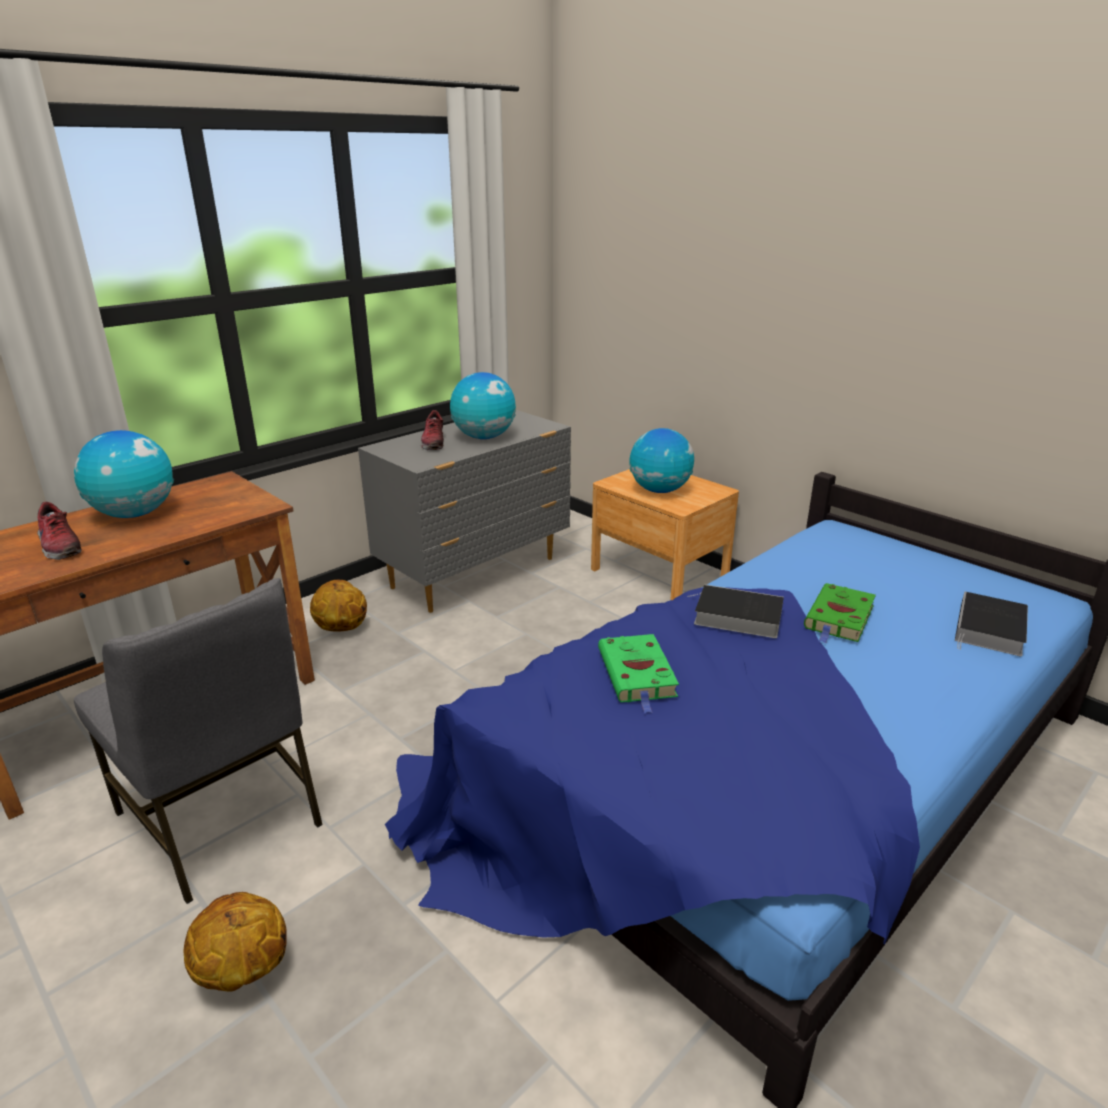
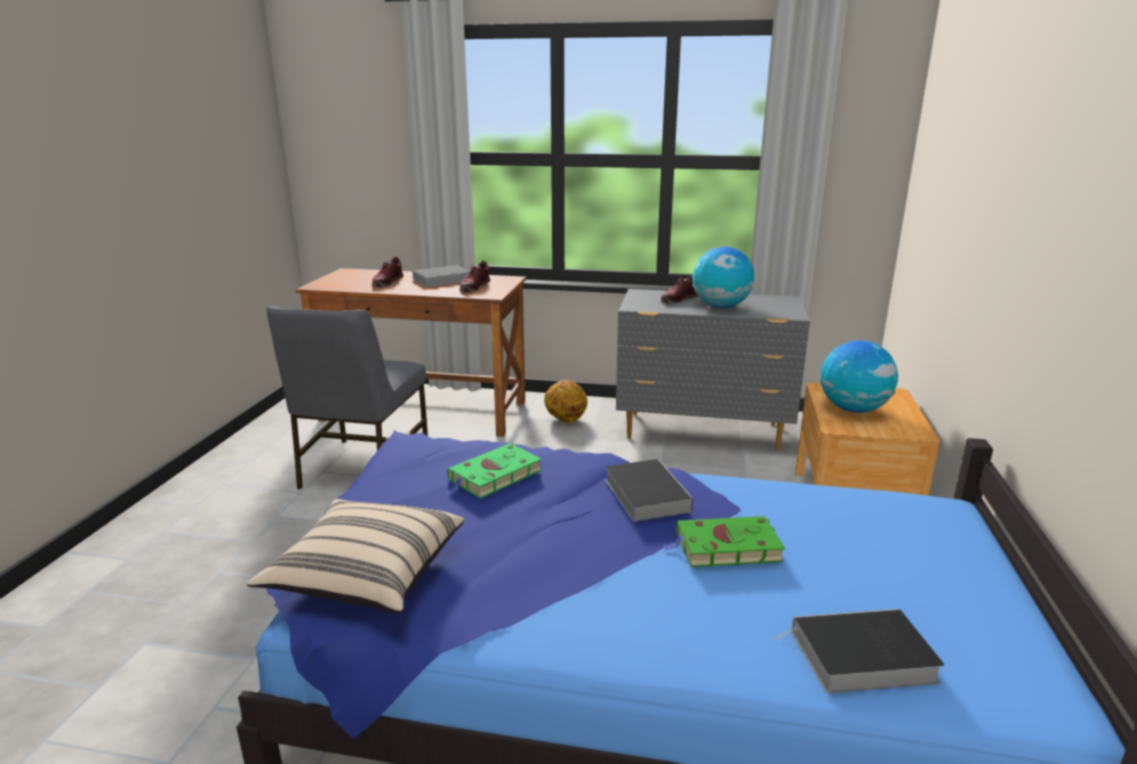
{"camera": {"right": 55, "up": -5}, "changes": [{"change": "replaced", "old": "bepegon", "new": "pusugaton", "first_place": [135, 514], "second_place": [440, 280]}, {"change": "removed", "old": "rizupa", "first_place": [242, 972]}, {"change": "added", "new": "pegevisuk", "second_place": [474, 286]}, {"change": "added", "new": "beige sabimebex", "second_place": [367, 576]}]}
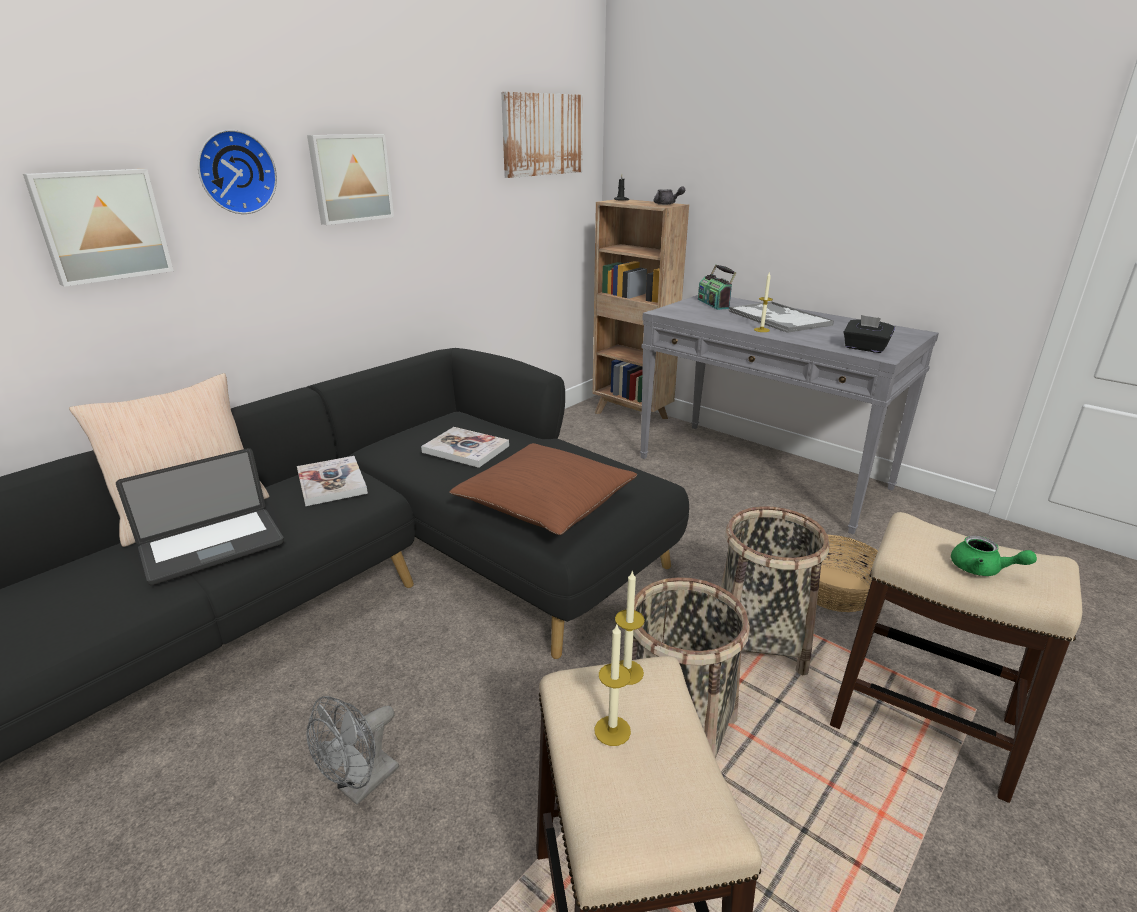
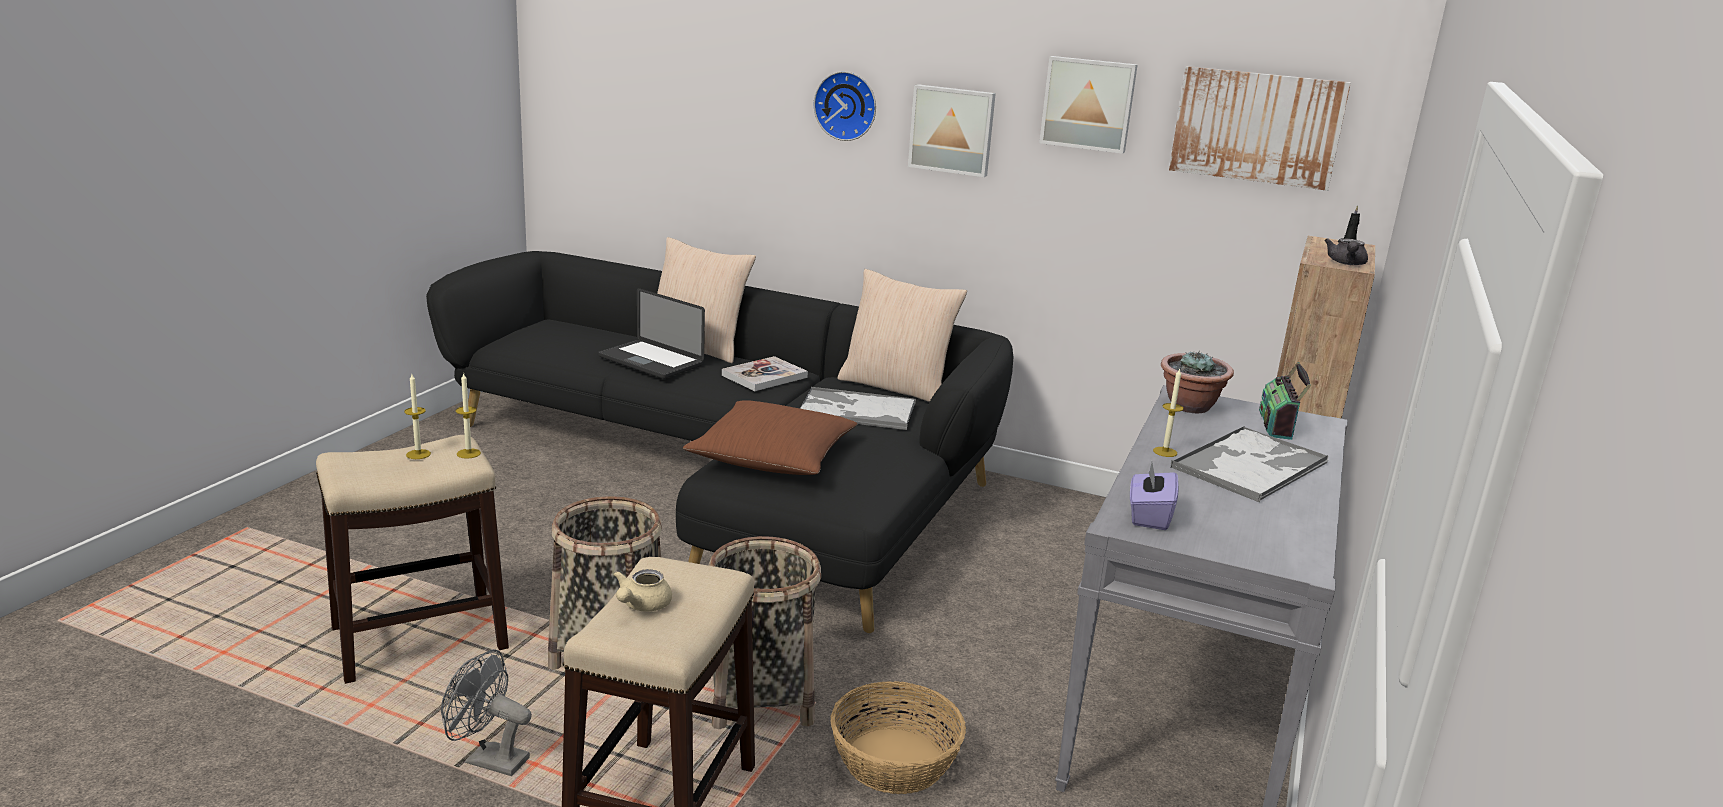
{"camera": {"right": 70, "up": -5}, "changes": [{"change": "moved", "old": "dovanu", "first_place": [101, 225], "second_place": [1088, 104]}, {"change": "turned", "old": "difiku", "first_place": [714, 304], "second_place": [1278, 425], "degrees": -45}, {"change": "recoloured", "old": "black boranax", "new": "purple boranax", "first_place": [865, 348], "second_place": [1149, 516]}, {"change": "replaced", "old": "pusugaton", "new": "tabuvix", "first_place": [466, 449], "second_place": [856, 410]}, {"change": "recoloured", "old": "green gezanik", "new": "beige gezanik", "first_place": [982, 569], "second_place": [641, 605]}, {"change": "moved", "old": "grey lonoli", "first_place": [361, 786], "second_place": [488, 760]}, {"change": "added", "new": "beige sabimebex", "second_place": [896, 387]}, {"change": "added", "new": "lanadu", "second_place": [1190, 407]}]}
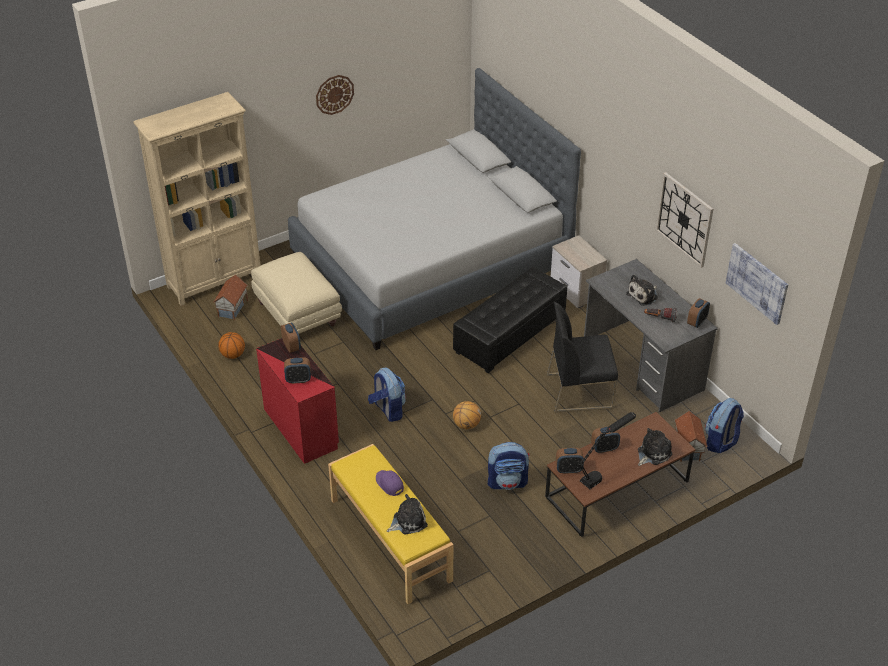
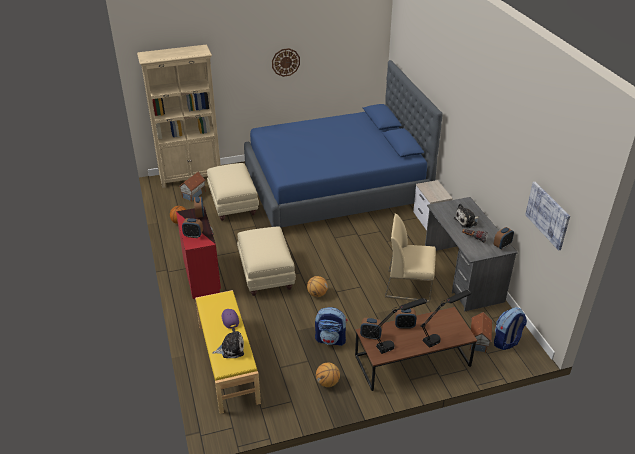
{"camera": {"right": 15, "up": -5}, "changes": [{"change": "recoloured", "old": "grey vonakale", "new": "blue vonakale", "first_place": [431, 262], "second_place": [335, 187]}, {"change": "removed", "old": "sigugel", "first_place": [684, 219]}, {"change": "removed", "old": "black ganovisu", "first_place": [509, 334]}, {"change": "recoloured", "old": "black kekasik", "new": "beige kekasik", "first_place": [580, 391], "second_place": [409, 286]}, {"change": "replaced", "old": "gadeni", "new": "beige ganovisu", "first_place": [388, 410], "second_place": [266, 274]}, {"change": "replaced", "old": "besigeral", "new": "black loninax", "first_place": [652, 453], "second_place": [441, 336]}, {"change": "added", "new": "rizupa", "second_place": [327, 382]}]}
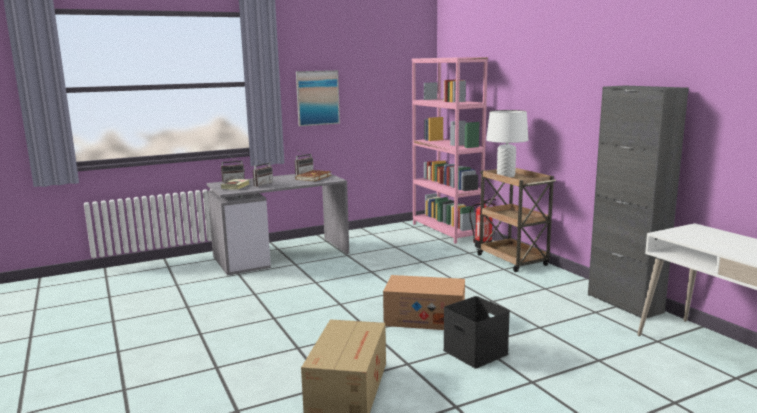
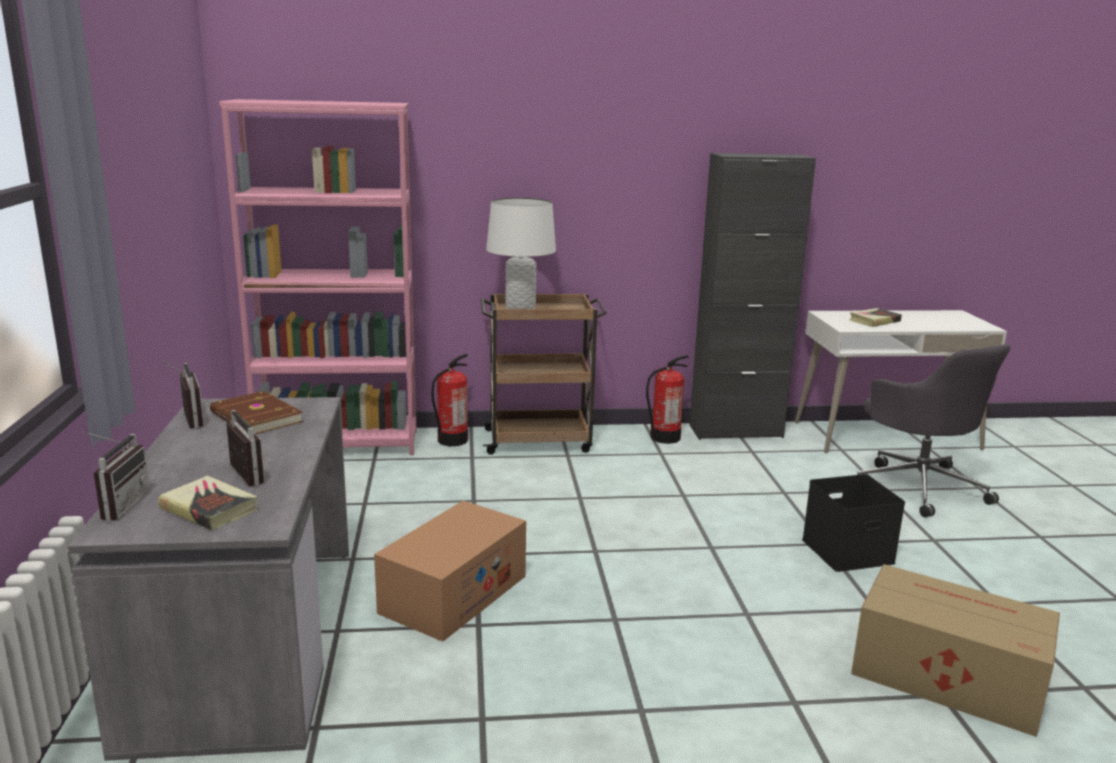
{"camera": {"right": -70, "up": 5}, "changes": [{"change": "removed", "old": "dovanu", "first_place": [317, 98]}, {"change": "moved", "old": "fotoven", "first_place": [425, 318], "second_place": [453, 594]}, {"change": "added", "new": "pusugaton", "second_place": [874, 321]}, {"change": "added", "new": "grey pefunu", "second_place": [919, 486]}, {"change": "added", "new": "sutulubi", "second_place": [664, 438]}]}
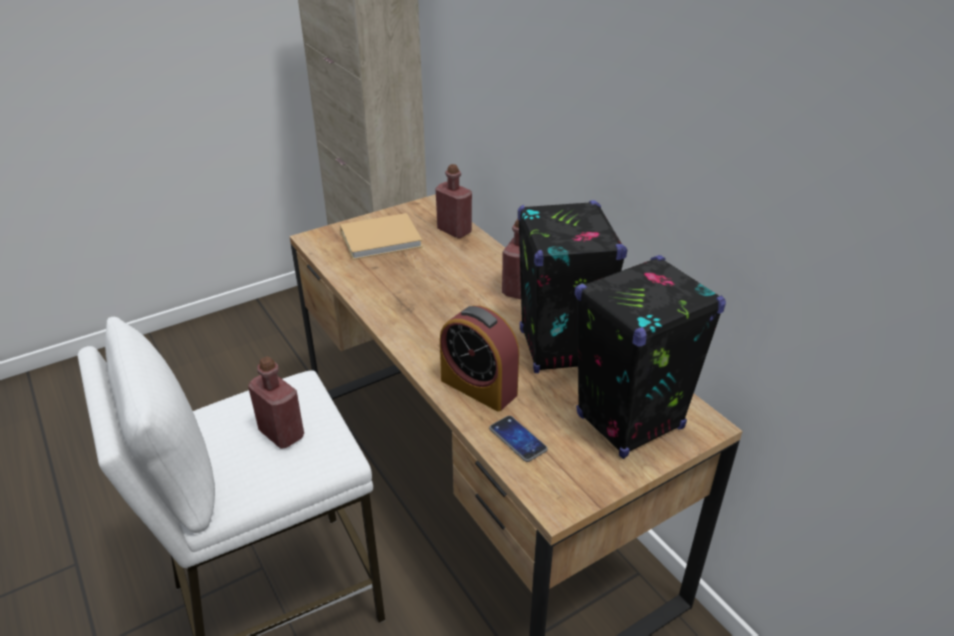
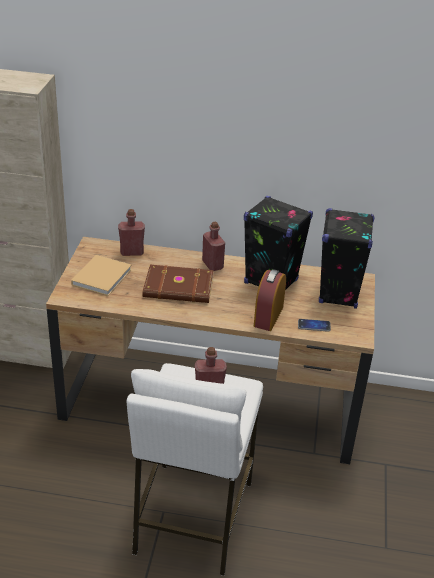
{"camera": {"right": -50, "up": 0}, "changes": [{"change": "turned", "old": "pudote", "first_place": [478, 387], "second_place": [268, 316], "degrees": 120}, {"change": "added", "new": "brown pusugaton", "second_place": [178, 288]}]}
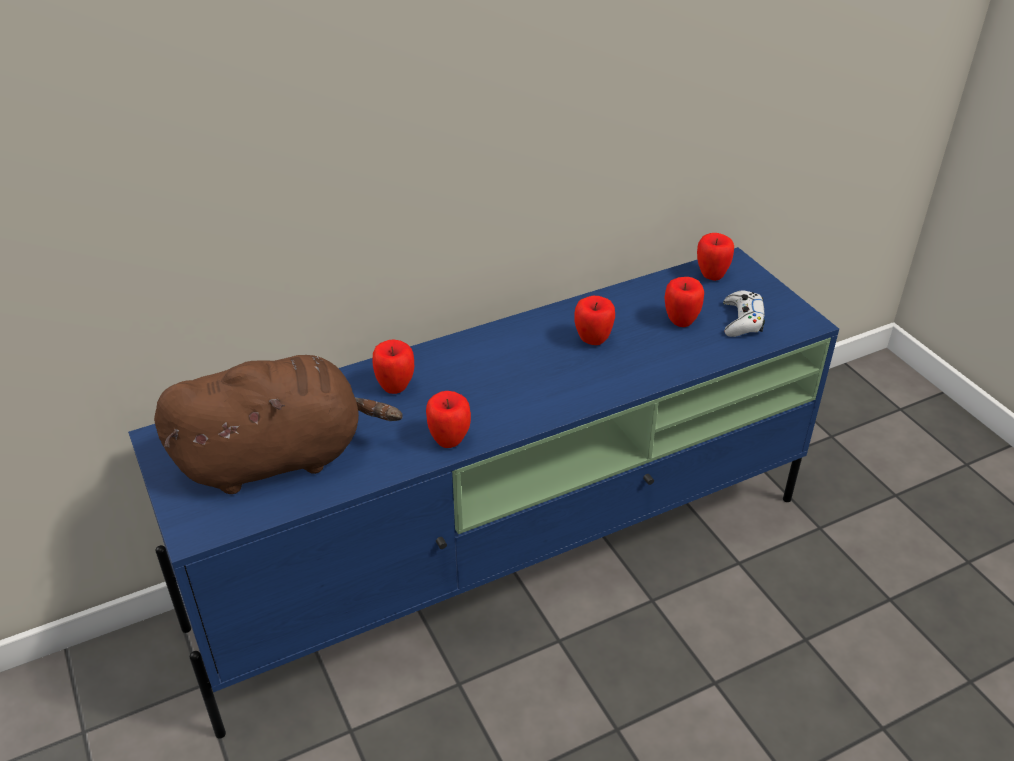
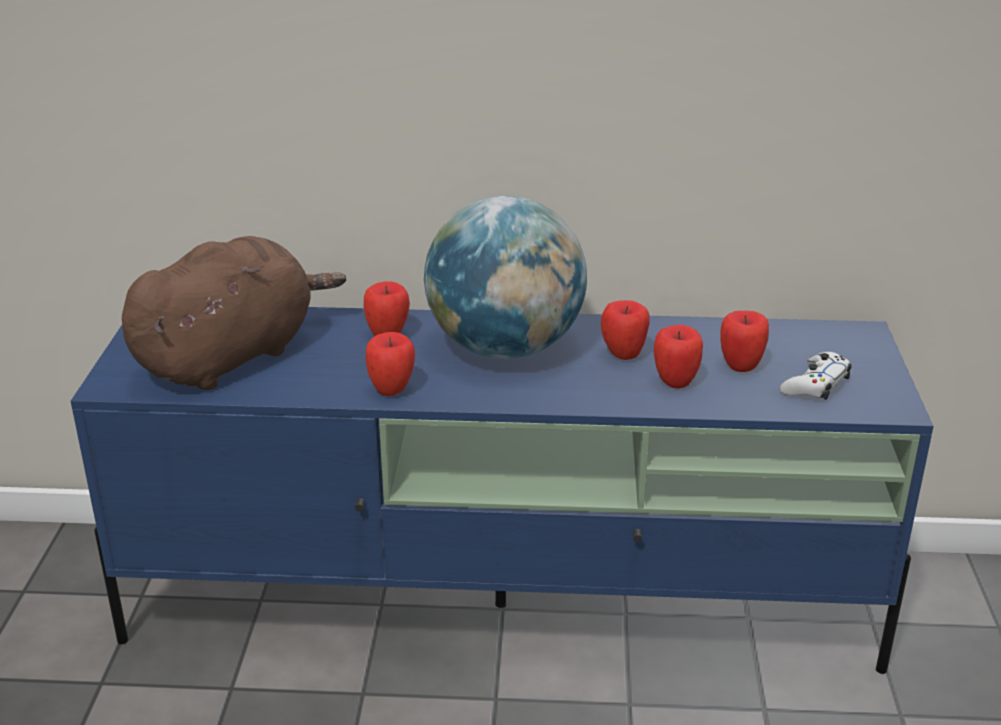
{"camera": {"right": 30, "up": -10}, "changes": [{"change": "moved", "old": "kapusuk", "first_place": [711, 276], "second_place": [675, 382]}, {"change": "turned", "old": "brown besigeral", "first_place": [279, 458], "second_place": [231, 356], "degrees": -60}, {"change": "added", "new": "bepegon", "second_place": [505, 349]}]}
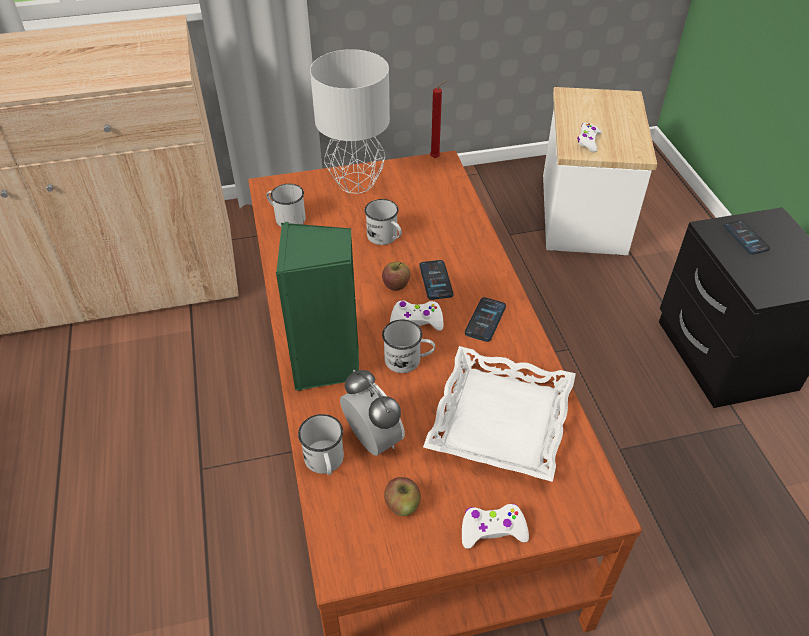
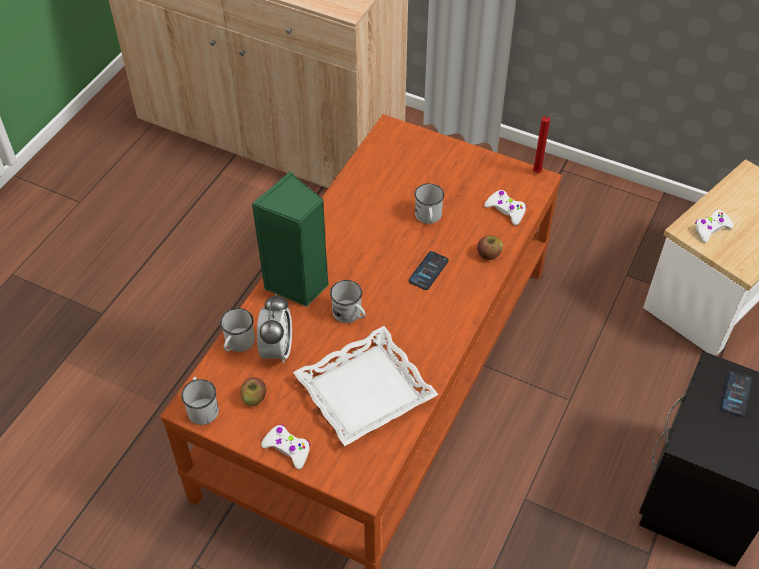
{"camera": {"right": 40, "up": 5}, "changes": [{"change": "removed", "old": "grey loninax", "first_place": [355, 182]}, {"change": "moved", "old": "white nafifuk", "first_place": [286, 217], "second_place": [202, 407]}, {"change": "moved", "old": "kapusuk", "first_place": [396, 285], "second_place": [489, 254]}, {"change": "removed", "old": "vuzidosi", "first_place": [485, 320]}, {"change": "moved", "old": "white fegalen", "first_place": [416, 321], "second_place": [506, 210]}]}
